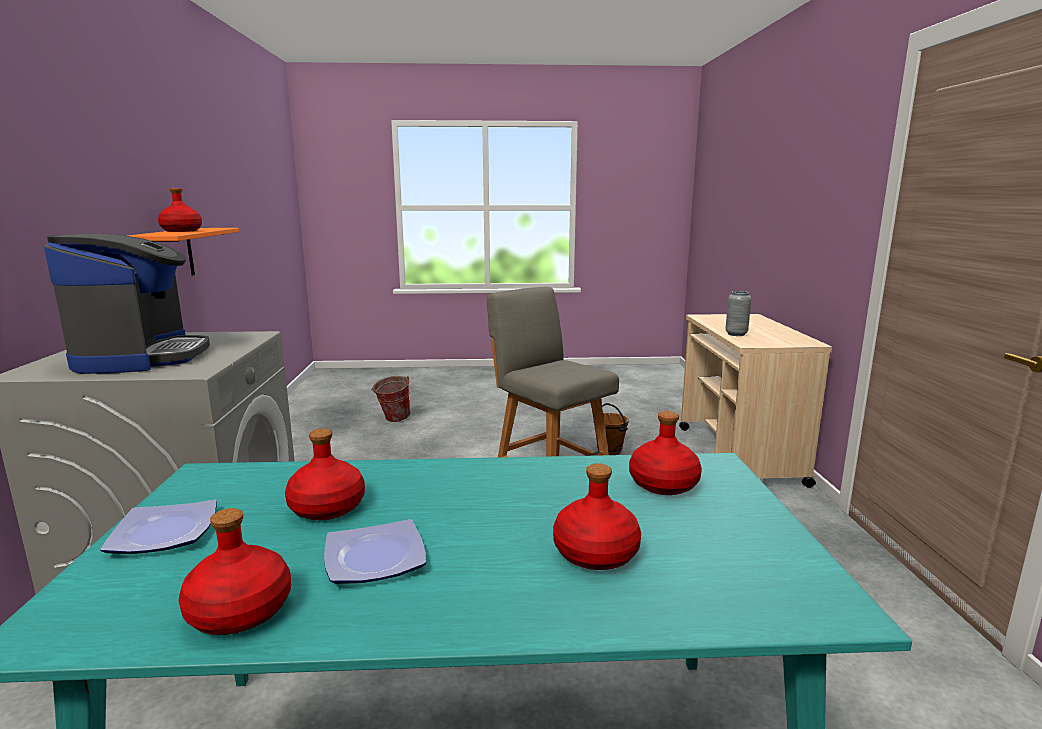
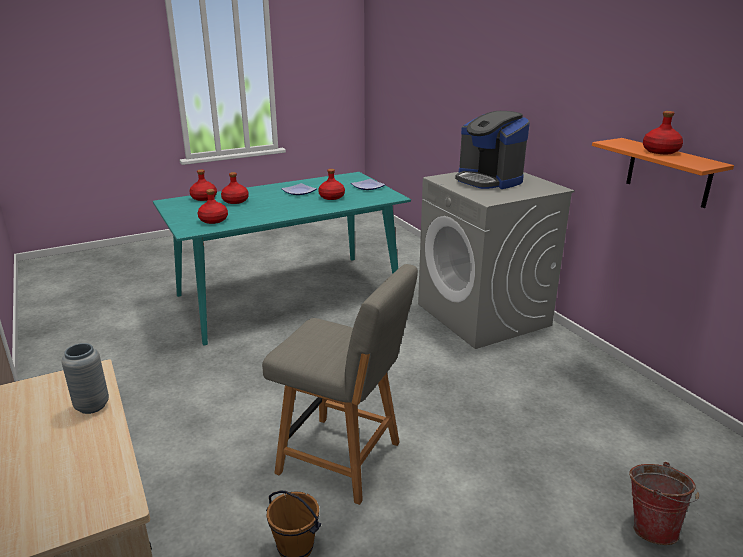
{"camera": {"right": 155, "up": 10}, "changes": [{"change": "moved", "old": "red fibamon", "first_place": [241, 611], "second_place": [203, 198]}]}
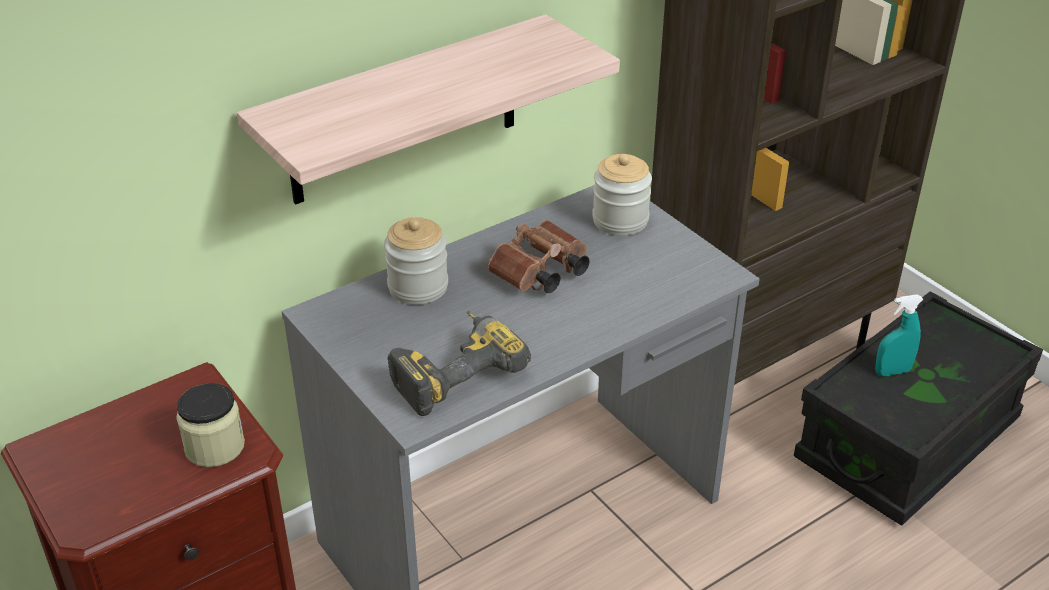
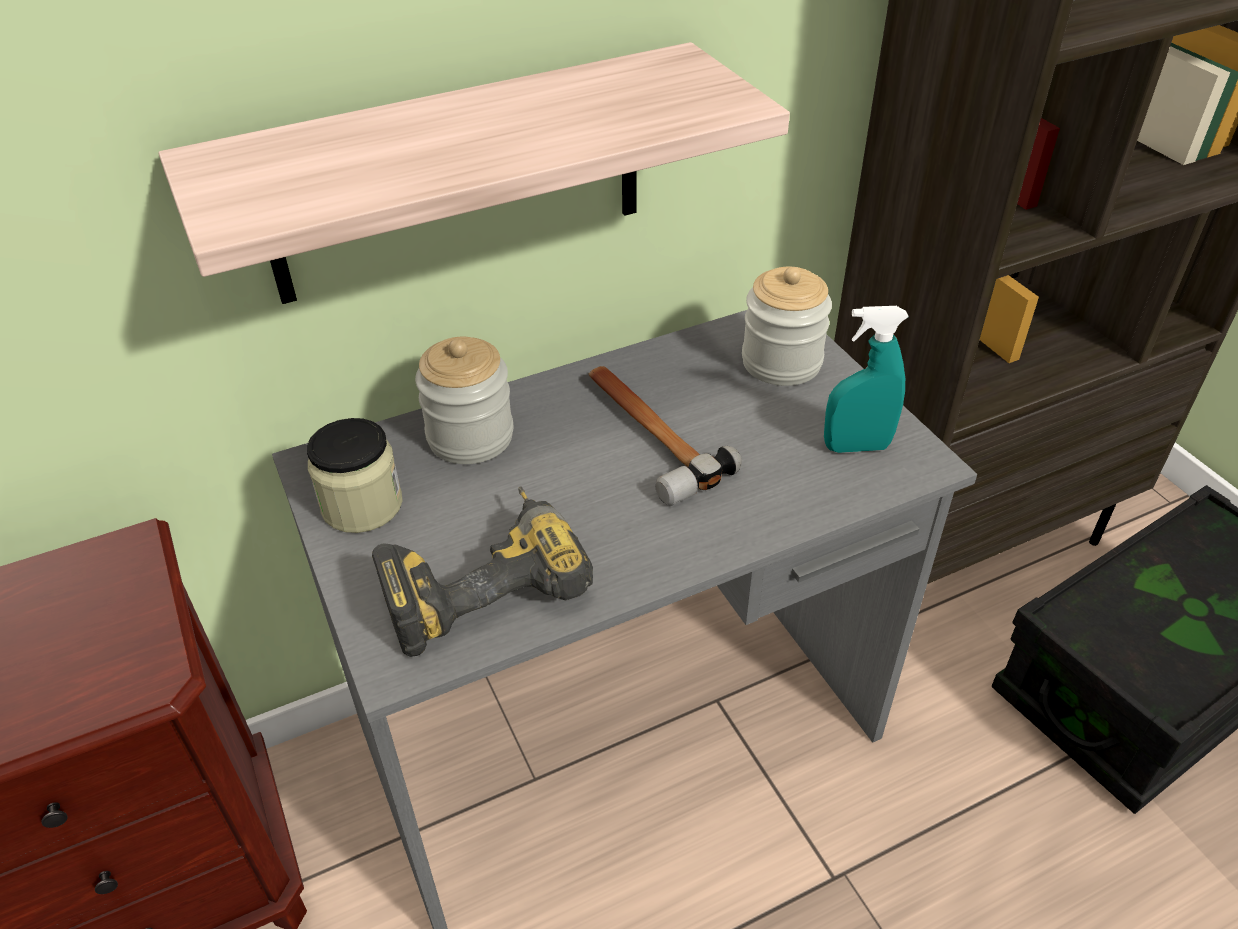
{"camera": {"right": 10, "up": 5}, "changes": [{"change": "replaced", "old": "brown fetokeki", "new": "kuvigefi", "first_place": [539, 274], "second_place": [647, 434]}, {"change": "moved", "old": "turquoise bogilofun", "first_place": [892, 371], "second_place": [856, 446]}, {"change": "moved", "old": "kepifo", "first_place": [214, 447], "second_place": [362, 505]}]}
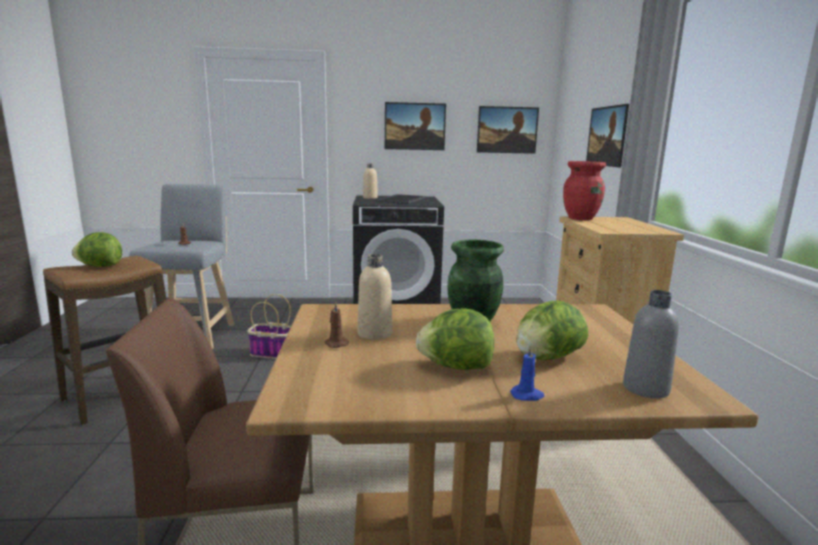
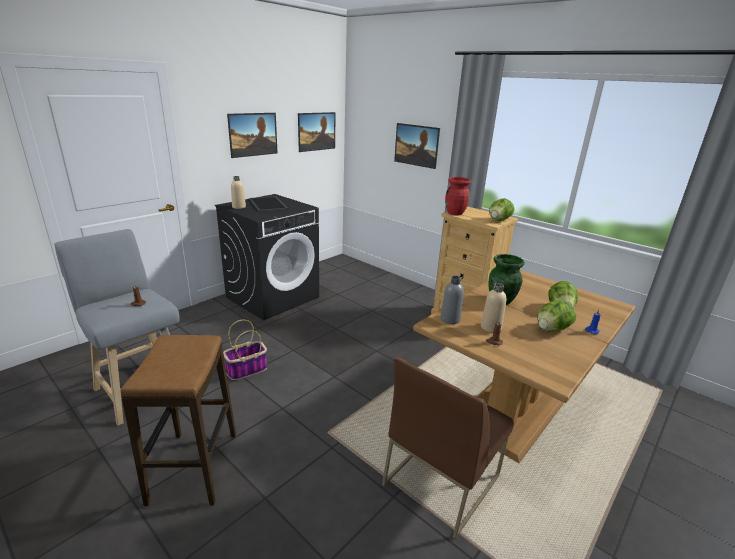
{"camera": {"right": -45, "up": 10}, "changes": [{"change": "moved", "old": "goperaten", "first_place": [100, 266], "second_place": [499, 220]}, {"change": "moved", "old": "grey fibamon", "first_place": [645, 388], "second_place": [450, 319]}]}
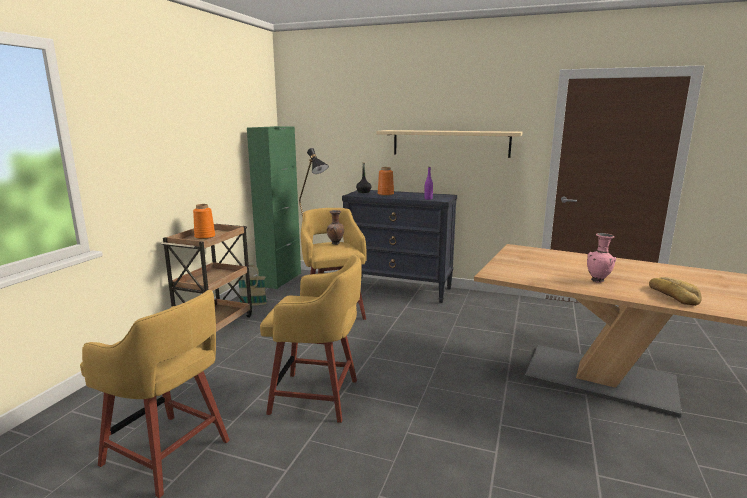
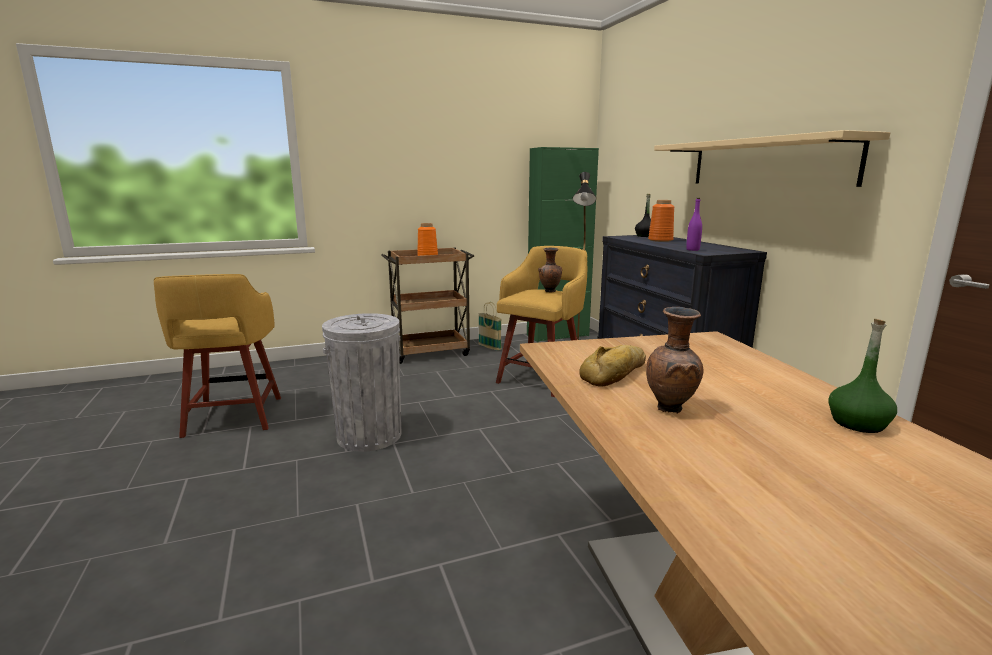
{"camera": {"right": 50, "up": 0}, "changes": [{"change": "recoloured", "old": "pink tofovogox", "new": "brown tofovogox", "first_place": [598, 281], "second_place": [671, 409]}, {"change": "replaced", "old": "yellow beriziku", "new": "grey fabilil", "first_place": [317, 397], "second_place": [369, 435]}, {"change": "moved", "old": "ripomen", "first_place": [673, 295], "second_place": [616, 373]}, {"change": "added", "new": "green fibamon", "second_place": [858, 423]}]}
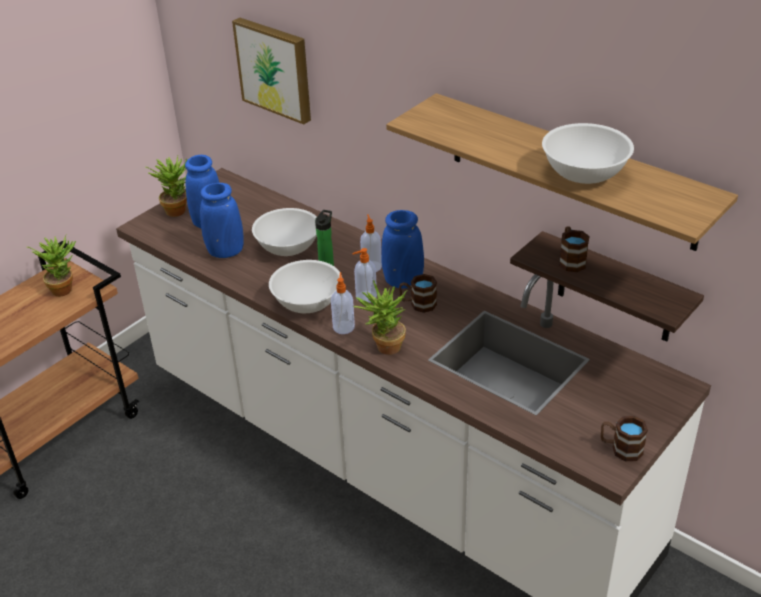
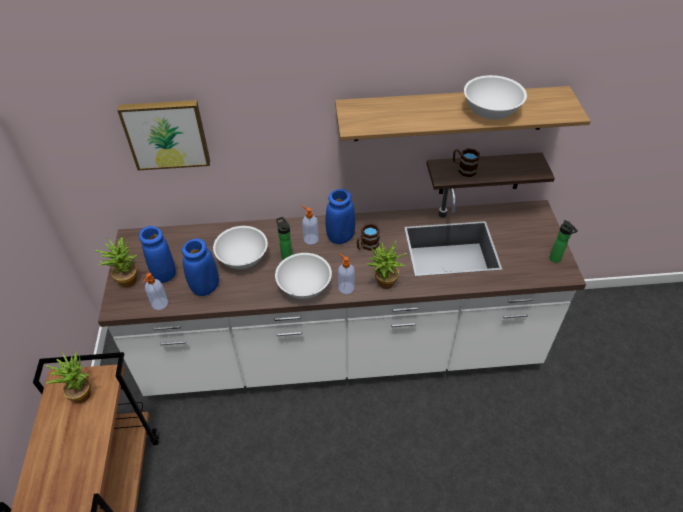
{"camera": {"right": -45, "up": 10}, "changes": [{"change": "moved", "old": "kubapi", "first_place": [365, 297], "second_place": [159, 304]}, {"change": "replaced", "old": "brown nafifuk", "new": "fibamon", "first_place": [620, 448], "second_place": [556, 260]}]}
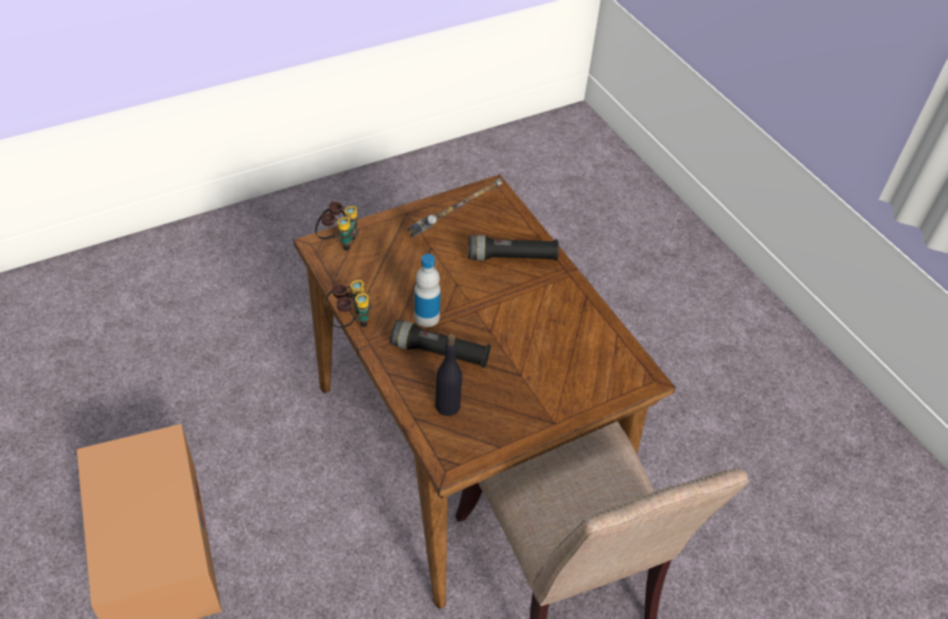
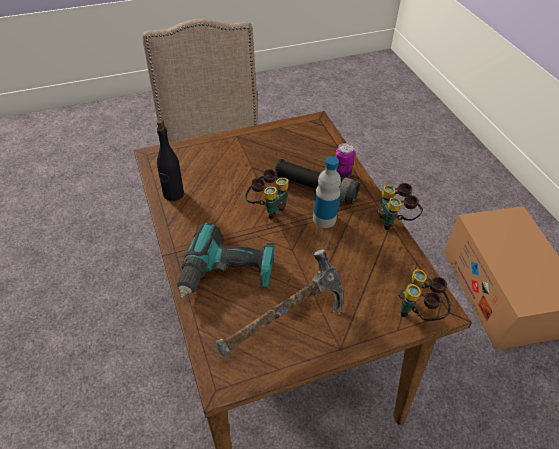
{"camera": {"right": -170, "up": 0}, "changes": [{"change": "replaced", "old": "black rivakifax", "new": "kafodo", "first_place": [512, 257], "second_place": [227, 274]}, {"change": "moved", "old": "black fibamon", "first_place": [447, 405], "second_place": [173, 194]}, {"change": "added", "new": "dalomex", "second_place": [341, 174]}, {"change": "added", "new": "fetokeki", "second_place": [267, 208]}]}
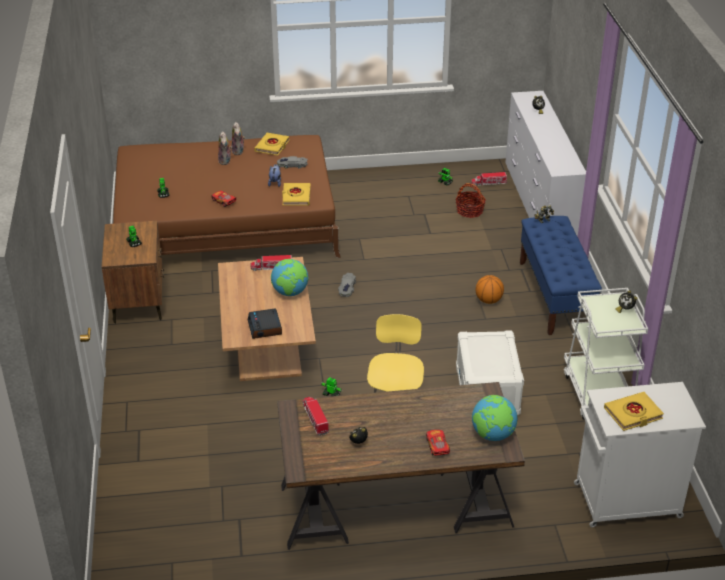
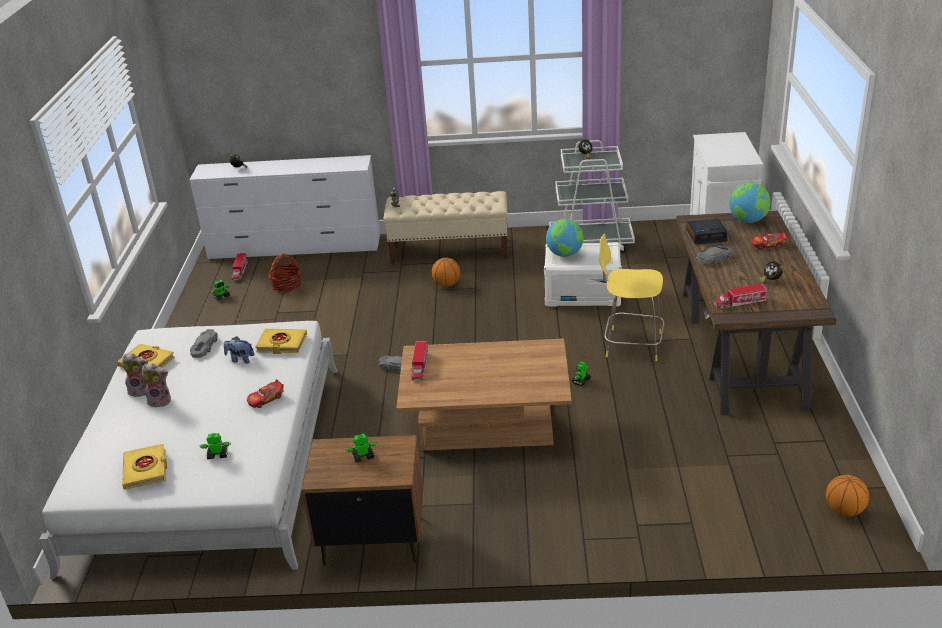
{"camera": {"right": -80, "up": -5}, "changes": [{"change": "recoloured", "old": "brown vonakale", "new": "white vonakale", "first_place": [225, 220], "second_place": [211, 462]}, {"change": "recoloured", "old": "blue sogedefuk", "new": "beige sogedefuk", "first_place": [555, 296], "second_place": [450, 251]}, {"change": "moved", "old": "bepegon", "first_place": [290, 292], "second_place": [565, 254]}, {"change": "moved", "old": "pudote", "first_place": [265, 328], "second_place": [706, 235]}, {"change": "moved", "old": "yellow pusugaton", "first_place": [633, 414], "second_place": [146, 470]}, {"change": "added", "new": "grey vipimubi", "second_place": [714, 258]}, {"change": "added", "new": "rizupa", "second_place": [844, 510]}]}
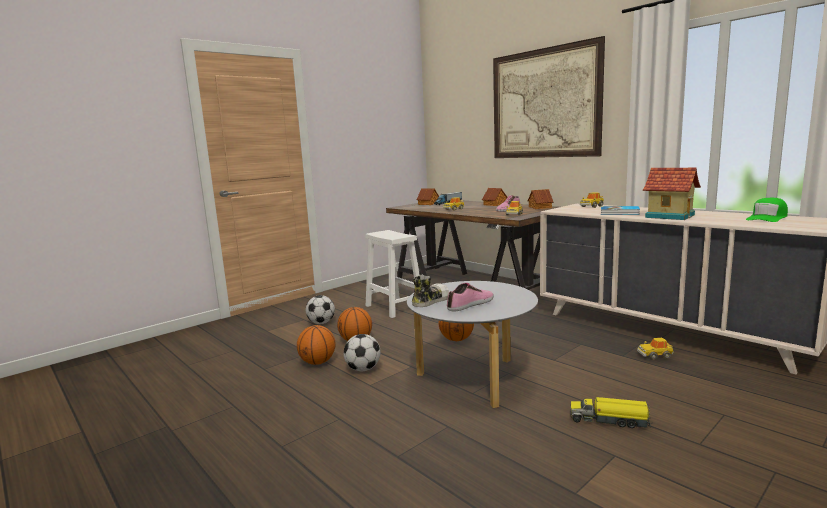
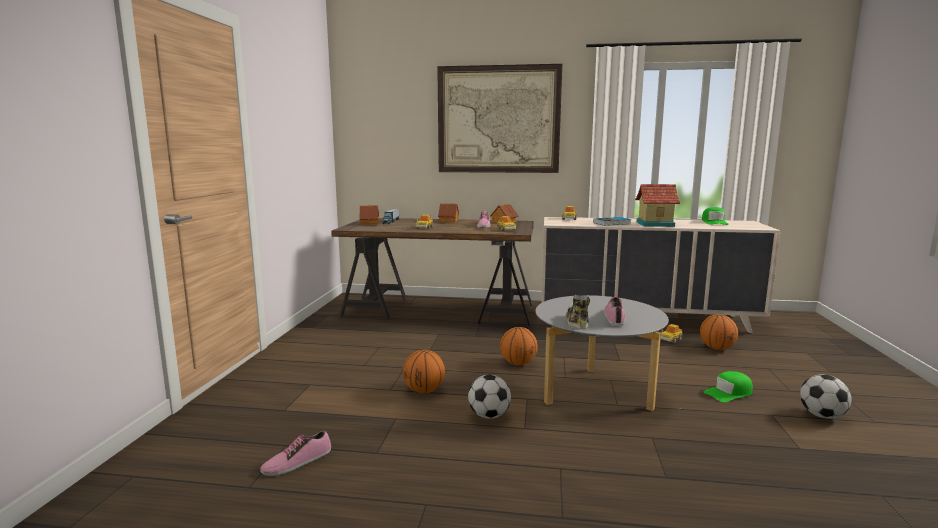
{"camera": {"right": -40, "up": 0}, "changes": [{"change": "removed", "old": "white beriziku", "first_place": [394, 307]}, {"change": "moved", "old": "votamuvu", "first_place": [321, 323], "second_place": [822, 416]}, {"change": "moved", "old": "rizupa", "first_place": [318, 362], "second_place": [717, 348]}, {"change": "replaced", "old": "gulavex", "new": "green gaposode", "first_place": [609, 420], "second_place": [729, 393]}, {"change": "added", "new": "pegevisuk", "second_place": [297, 462]}]}
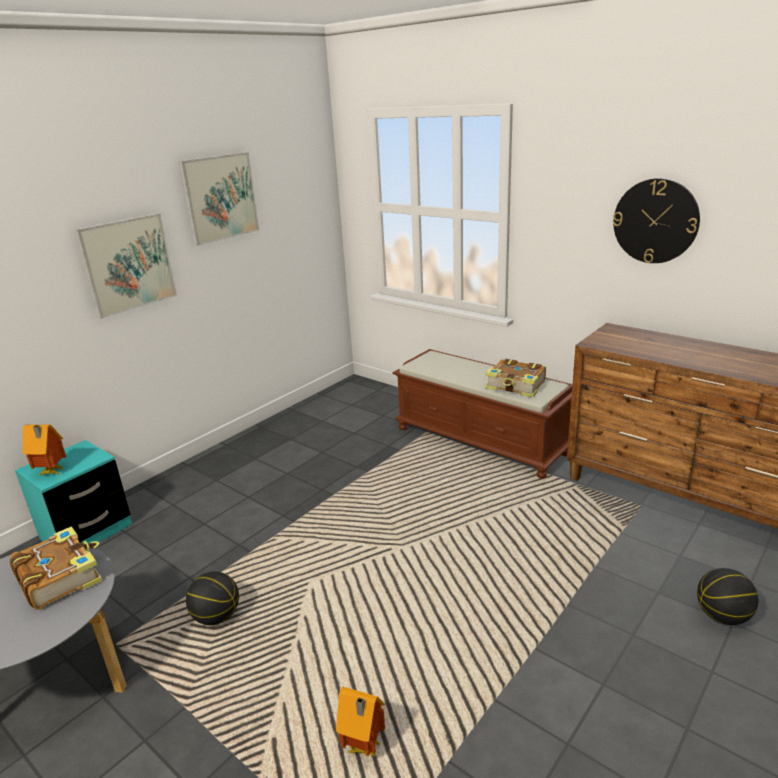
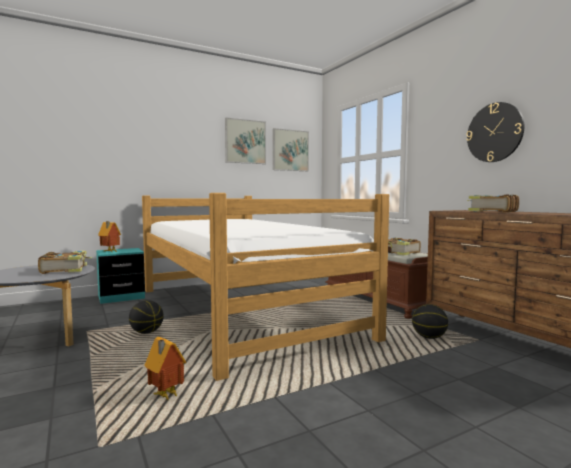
{"camera": {"right": 20, "up": -20}, "changes": [{"change": "moved", "old": "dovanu", "first_place": [128, 264], "second_place": [290, 150]}, {"change": "moved", "old": "rizupa", "first_place": [722, 616], "second_place": [429, 337]}, {"change": "added", "new": "vonakale", "second_place": [240, 310]}, {"change": "added", "new": "pusugaton", "second_place": [492, 211]}]}
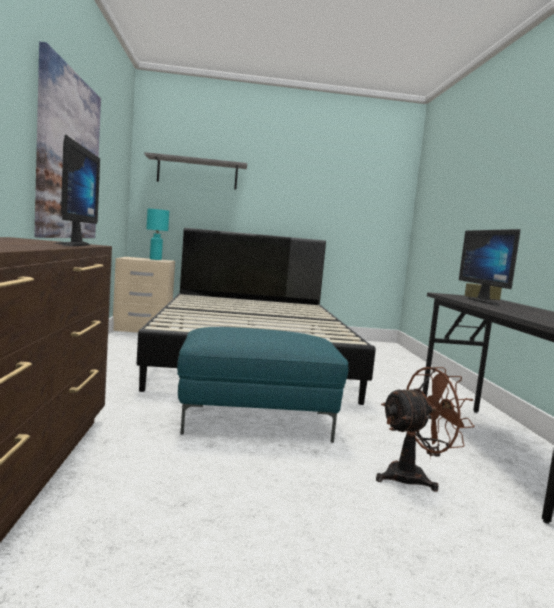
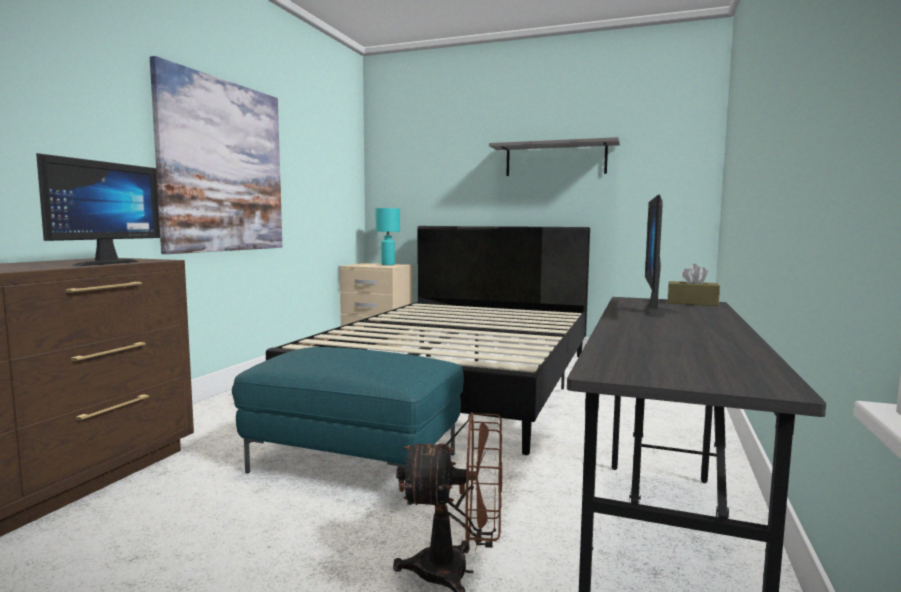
{"camera": {"right": 25, "up": 0}, "changes": [{"change": "moved", "old": "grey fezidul", "first_place": [197, 173], "second_place": [555, 159]}]}
